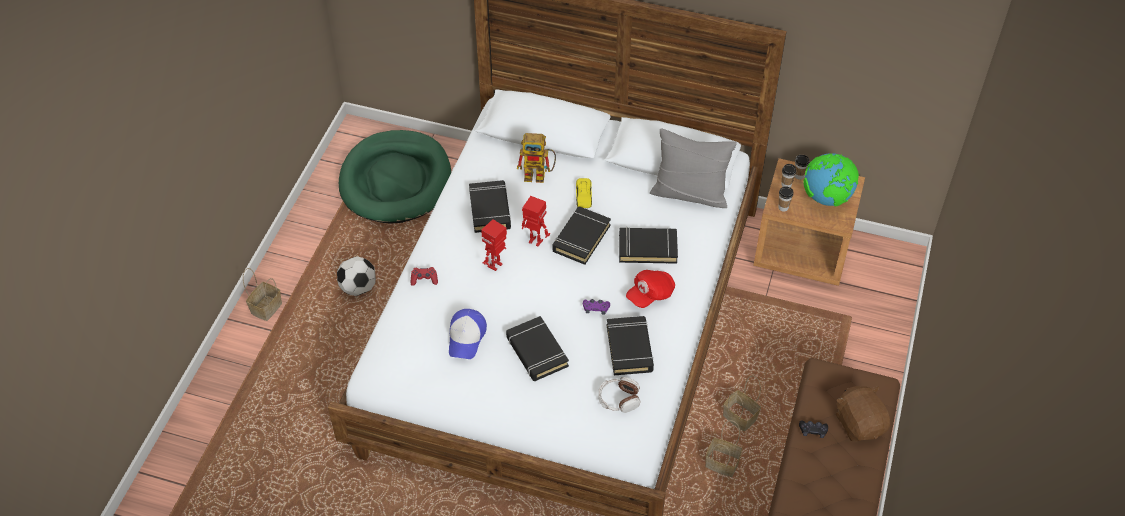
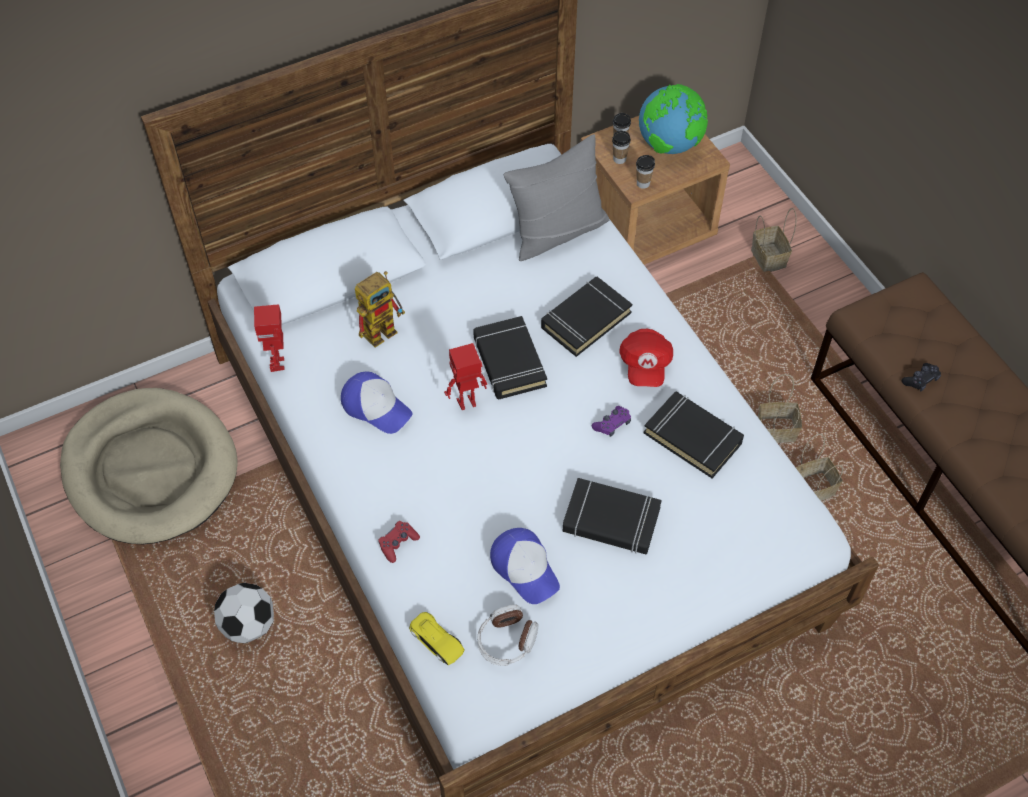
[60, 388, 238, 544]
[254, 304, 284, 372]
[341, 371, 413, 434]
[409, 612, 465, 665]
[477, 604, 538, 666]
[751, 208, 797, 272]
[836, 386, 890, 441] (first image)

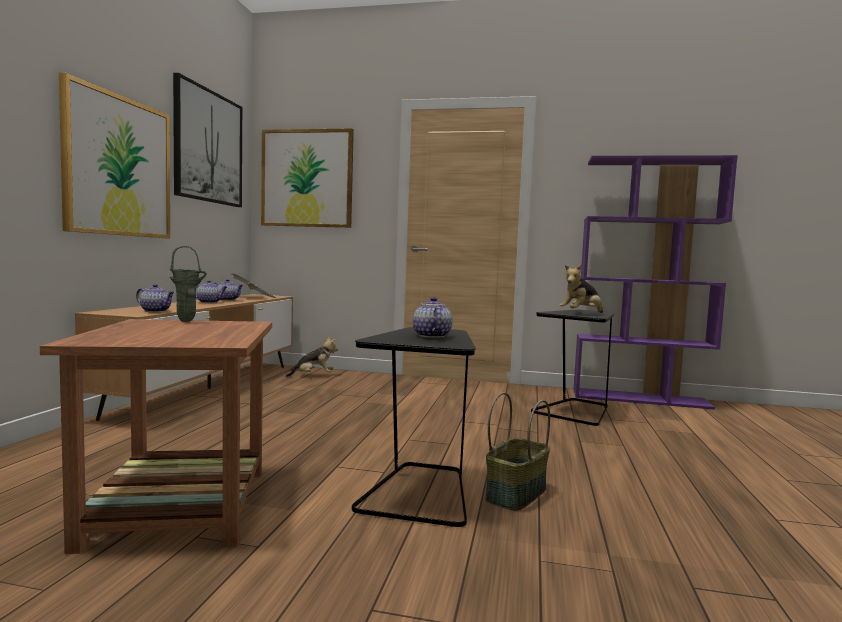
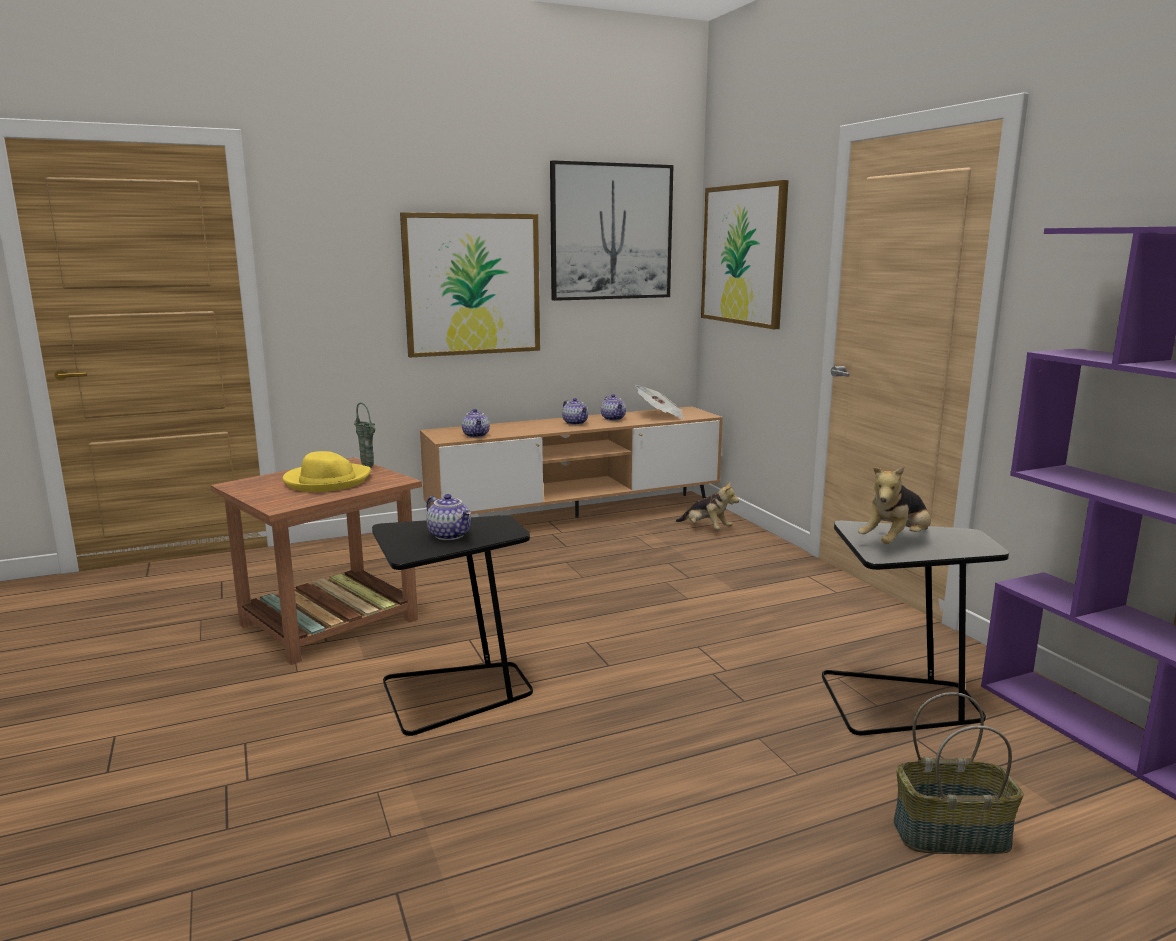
[282, 451, 371, 492]
[426, 494, 471, 540]
[858, 466, 931, 544]
[894, 692, 1023, 854]

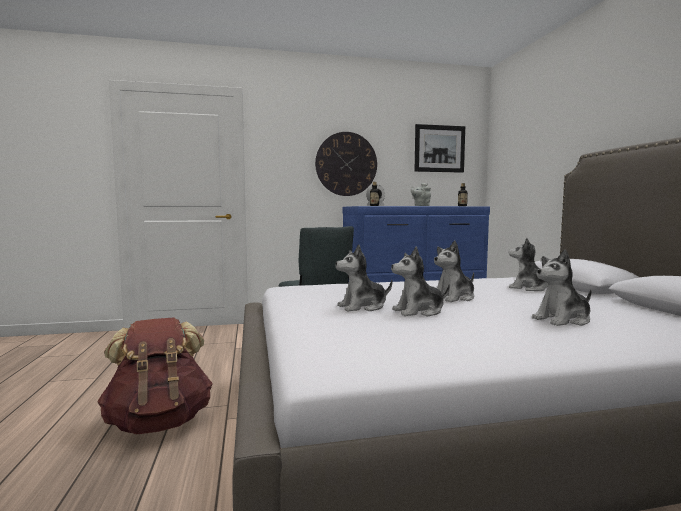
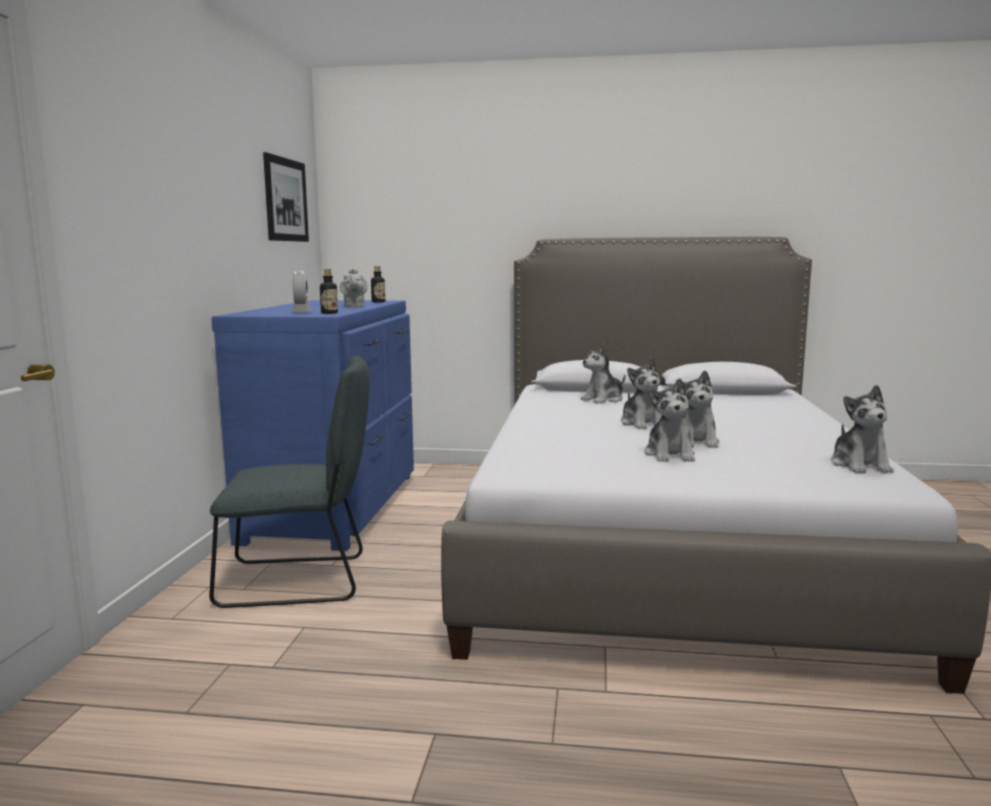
[831, 385, 894, 473]
[97, 318, 213, 435] (first image)
[315, 132, 377, 196] (first image)

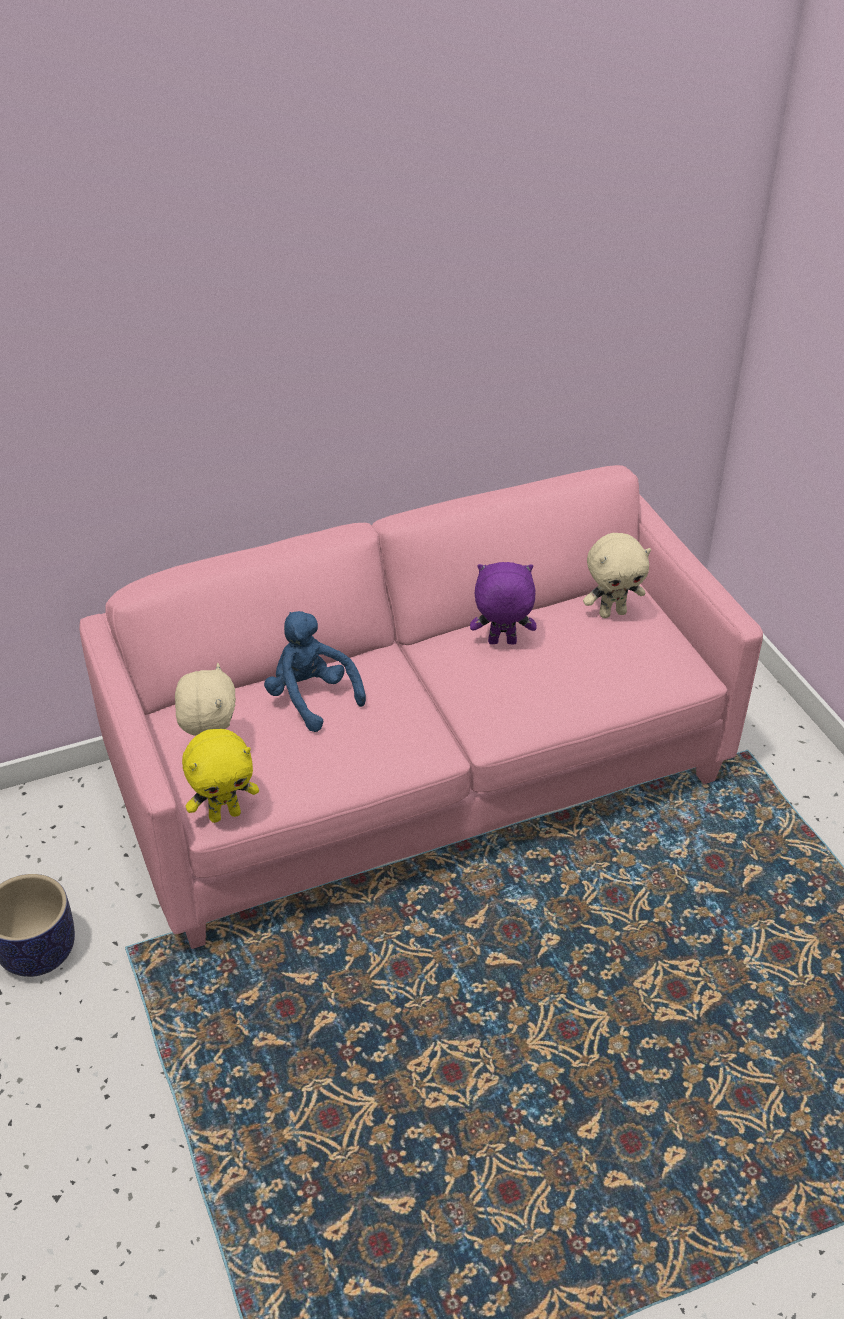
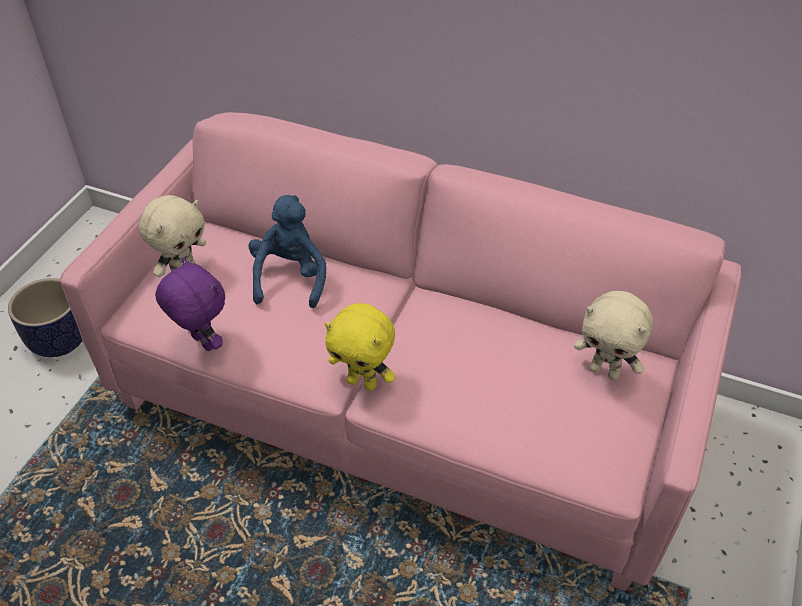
[155, 257, 225, 351]
[325, 303, 396, 391]

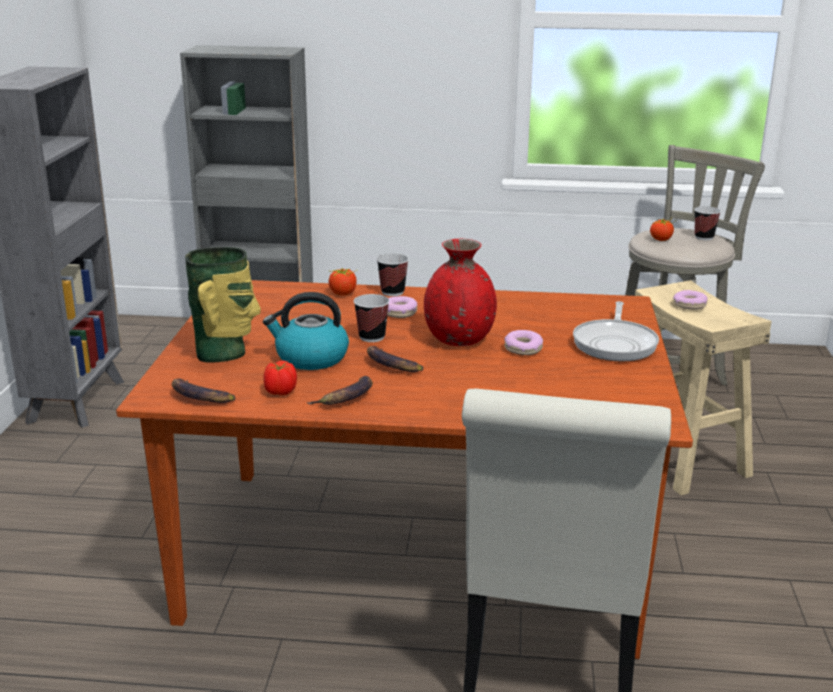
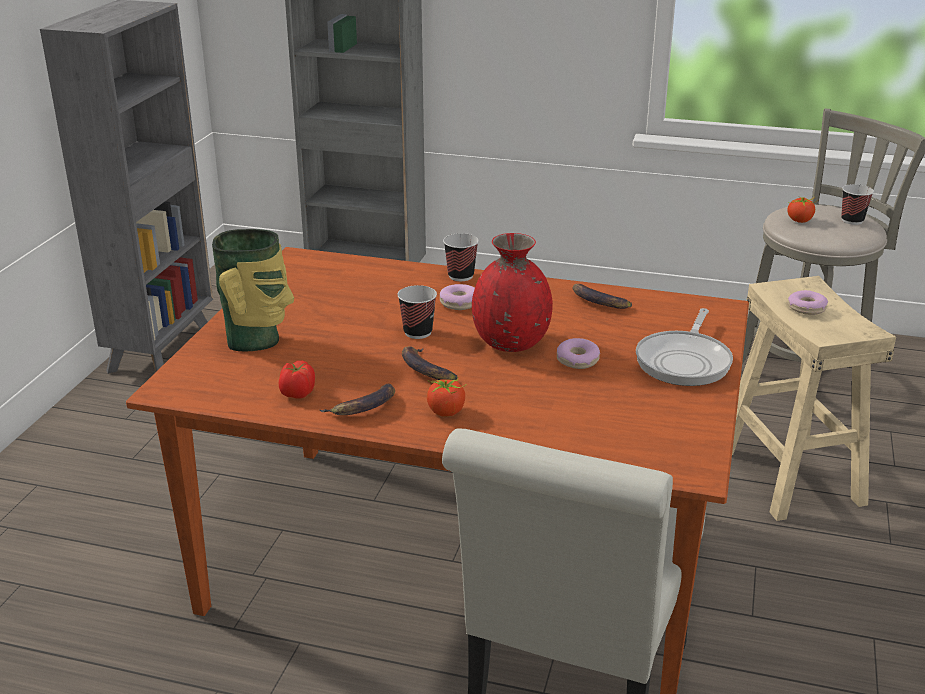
[427, 377, 467, 417]
[572, 284, 632, 309]
[263, 292, 349, 370] (first image)

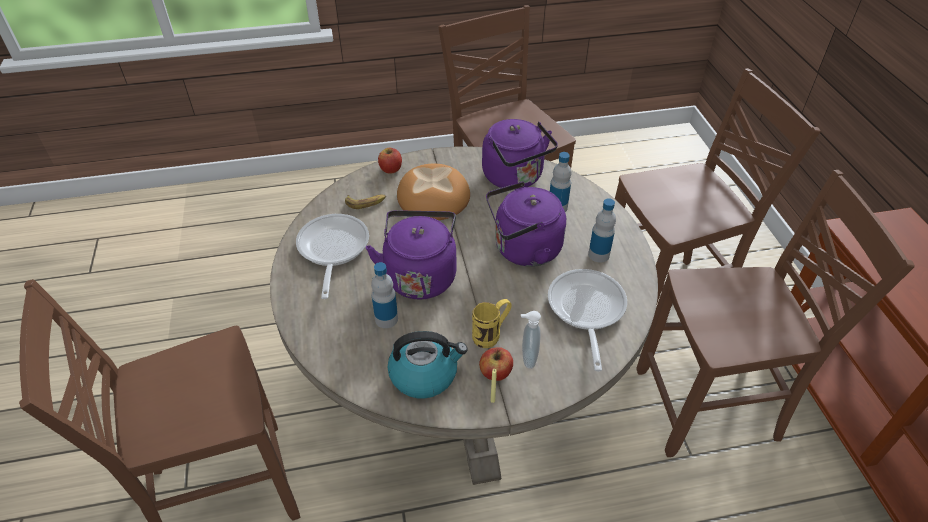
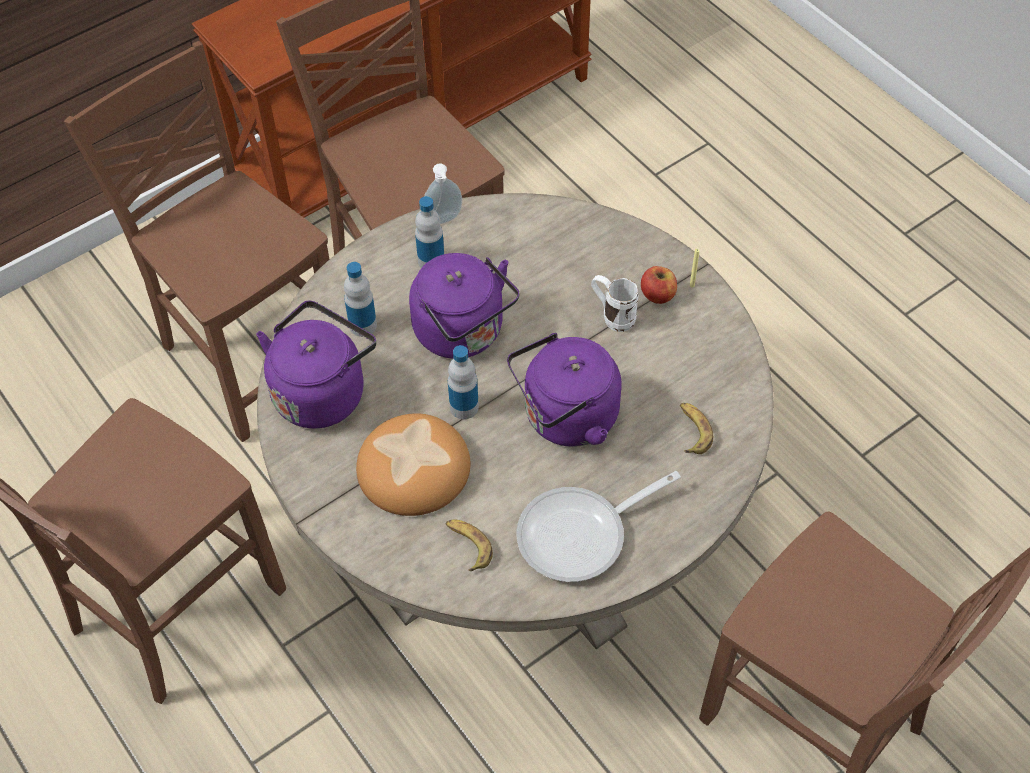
[424, 163, 462, 224]
[448, 345, 479, 419]
[591, 275, 639, 332]
[680, 403, 713, 454]
[378, 148, 402, 173] (first image)
[388, 331, 468, 399] (first image)
[548, 269, 627, 371] (first image)

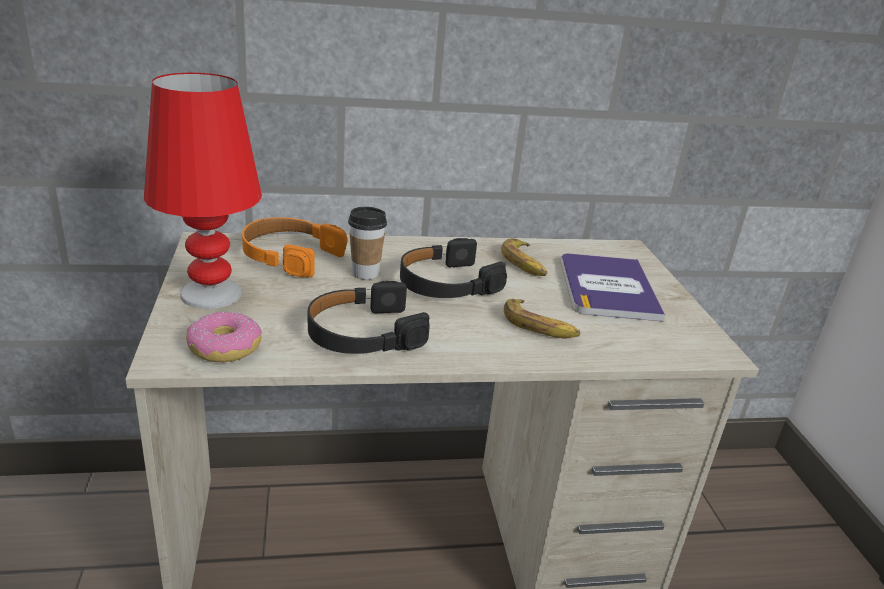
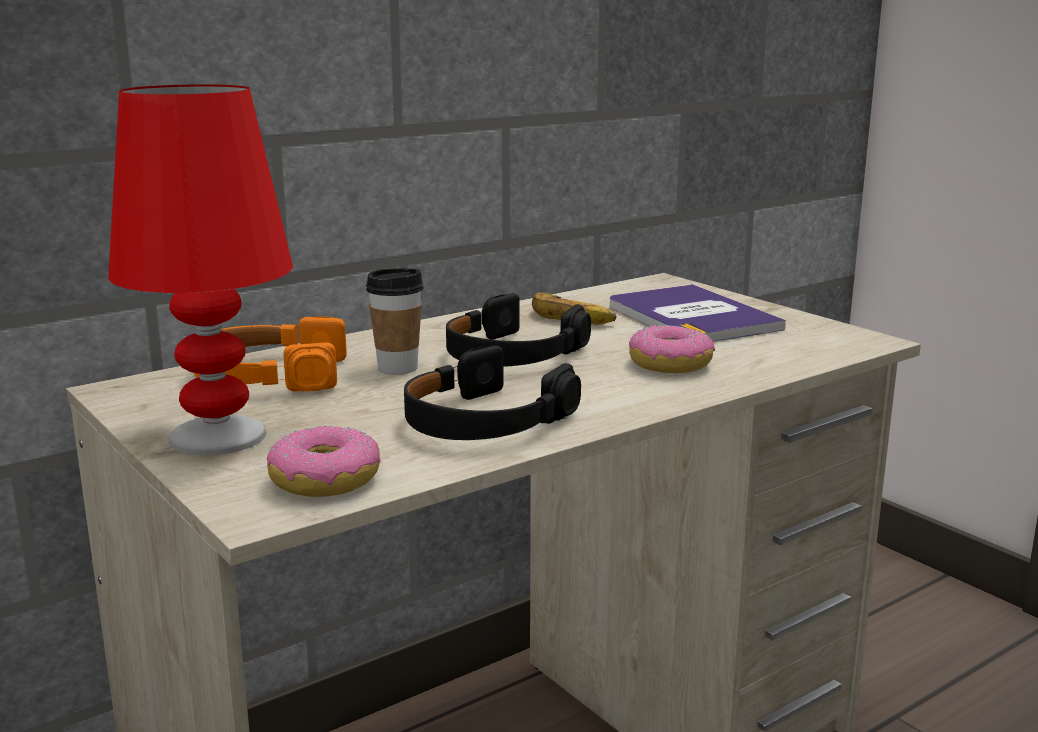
[629, 325, 715, 373]

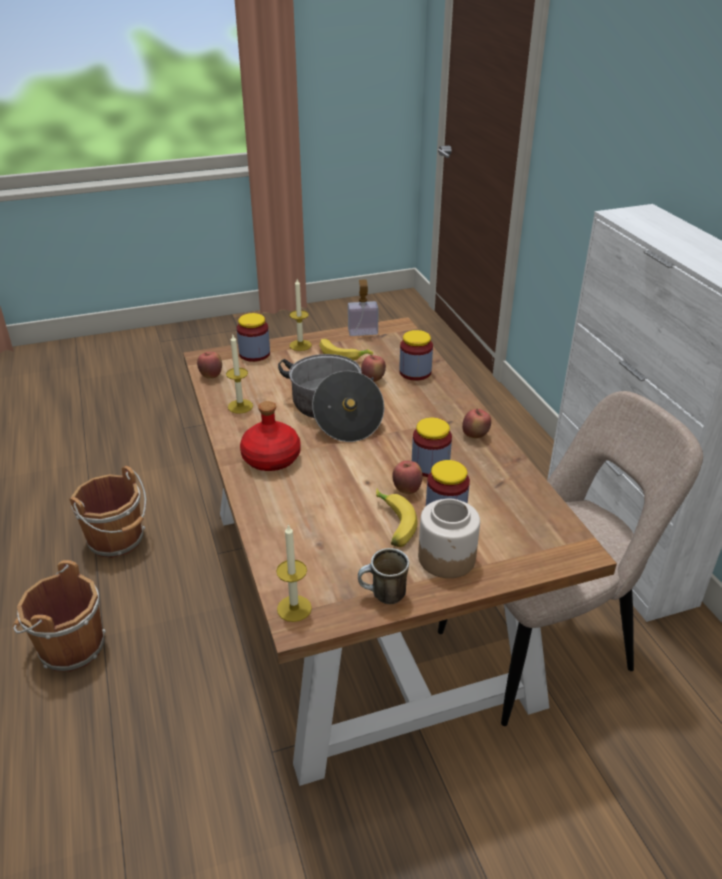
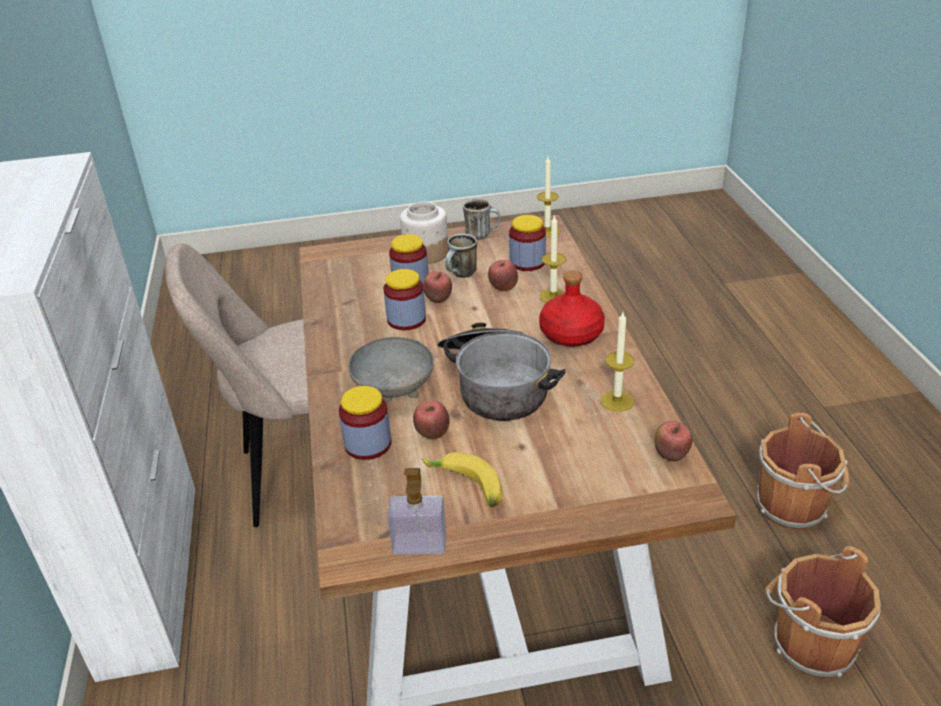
[348, 337, 434, 402]
[445, 234, 477, 278]
[488, 260, 518, 291]
[509, 215, 546, 271]
[539, 214, 566, 303]

